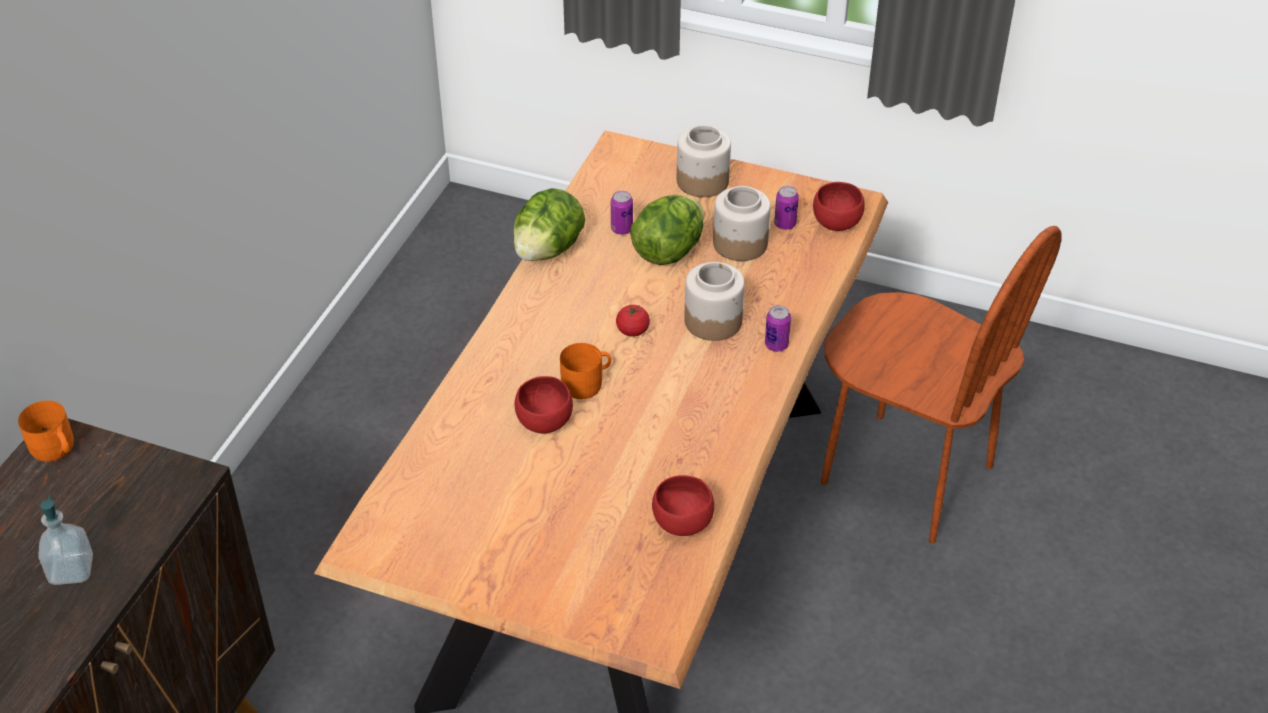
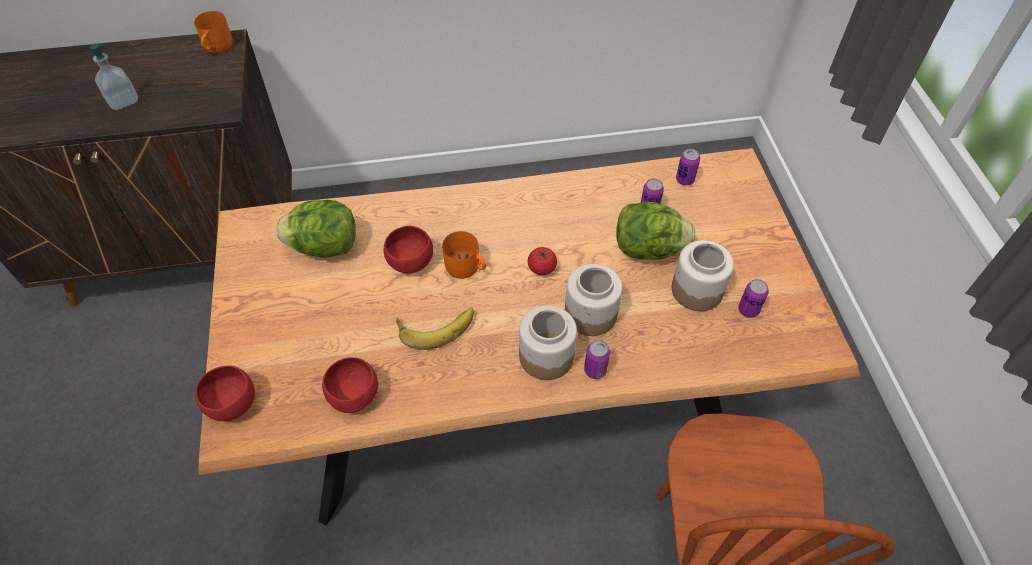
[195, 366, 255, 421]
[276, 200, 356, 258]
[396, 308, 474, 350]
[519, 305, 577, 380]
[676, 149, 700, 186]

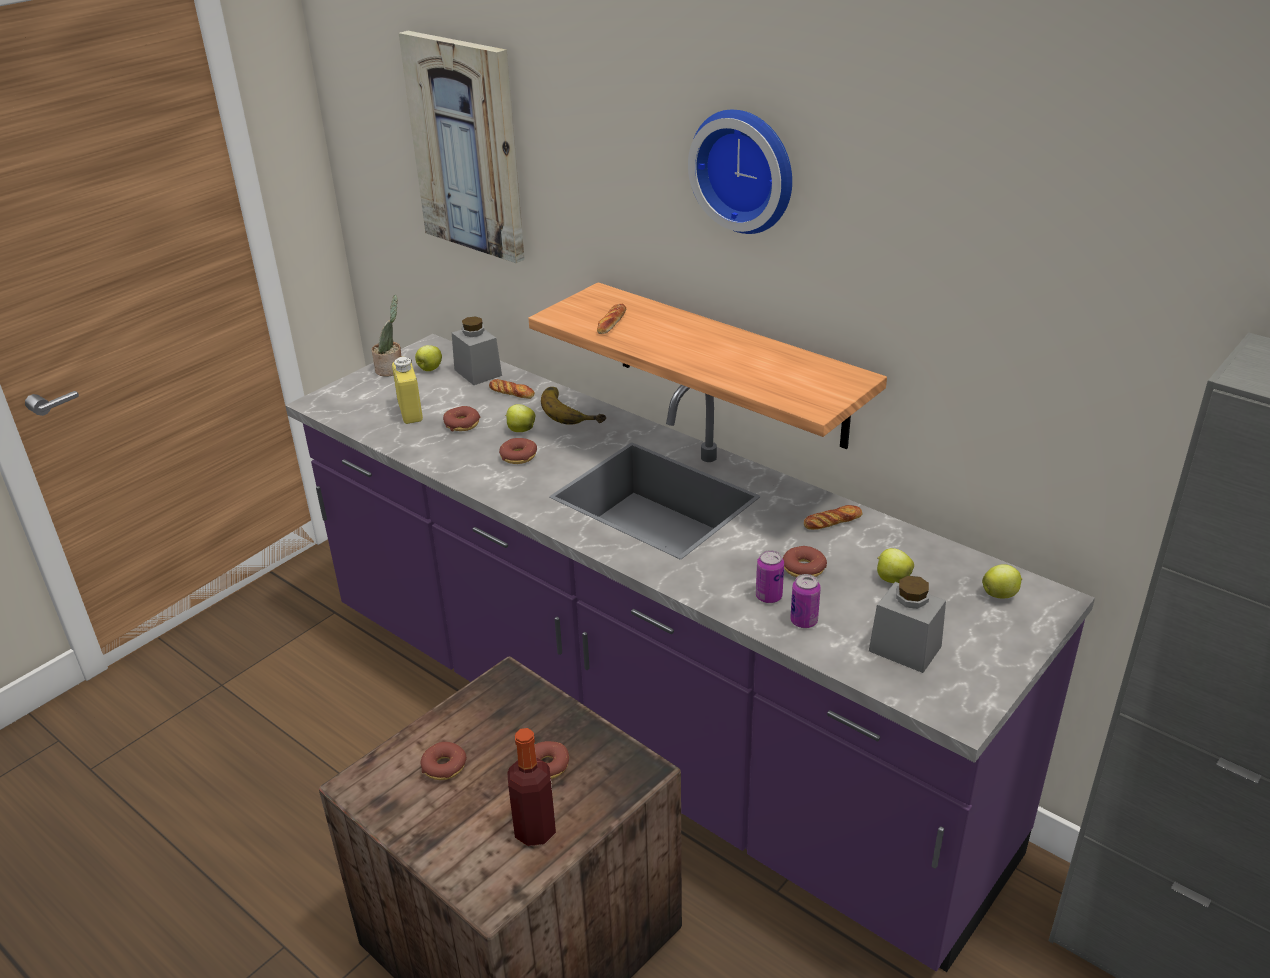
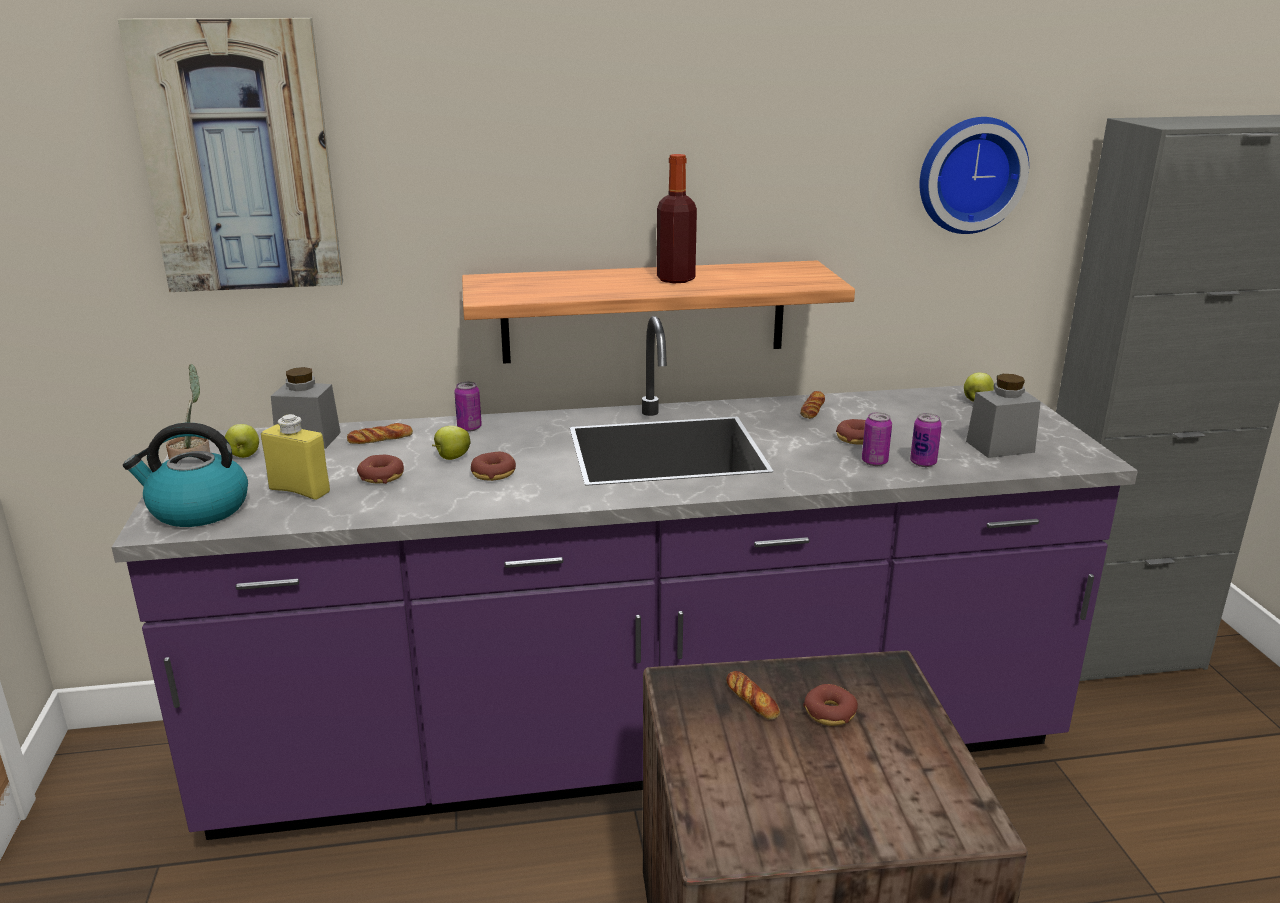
[123, 423, 248, 527]
[454, 382, 482, 432]
[657, 154, 697, 284]
[726, 671, 780, 720]
[919, 117, 1029, 234]
[421, 742, 467, 780] (first image)
[877, 548, 914, 583] (first image)

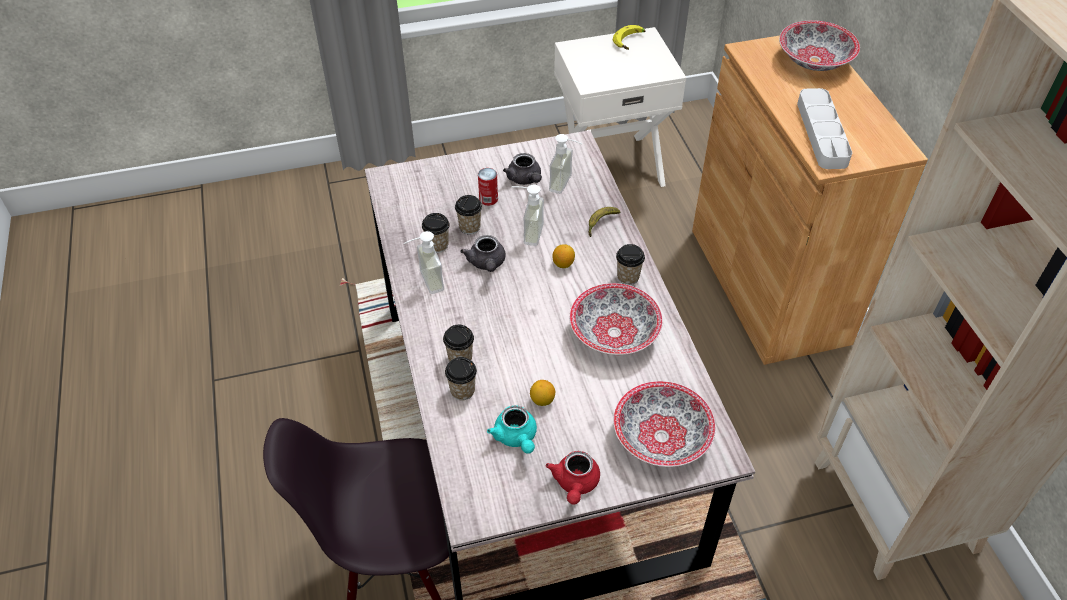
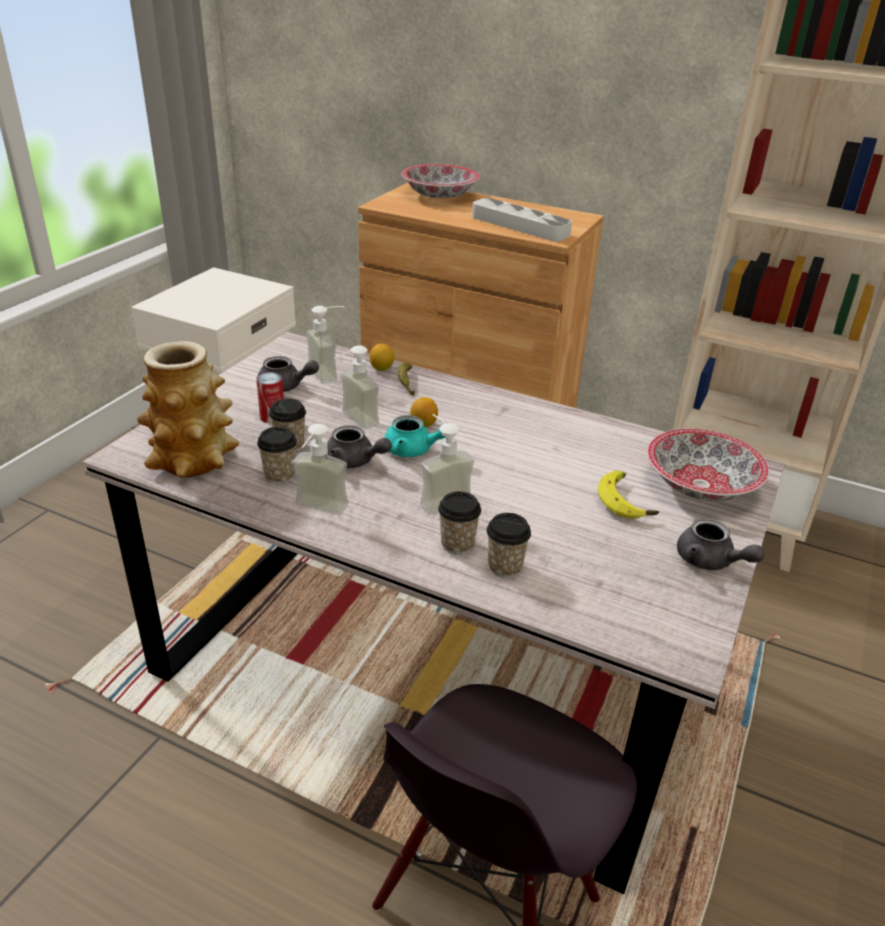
[137, 341, 239, 478]
[369, 344, 394, 371]
[384, 415, 446, 457]
[420, 414, 474, 514]
[598, 471, 659, 519]
[677, 518, 765, 570]
[569, 283, 663, 355] (first image)
[616, 244, 645, 285] (first image)

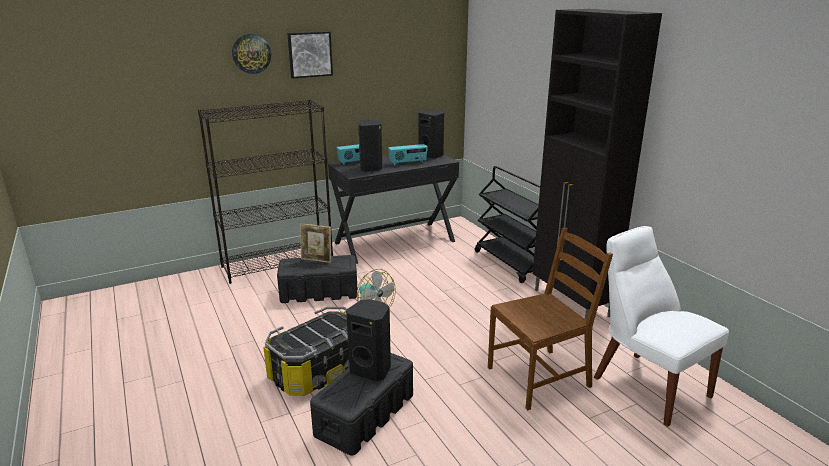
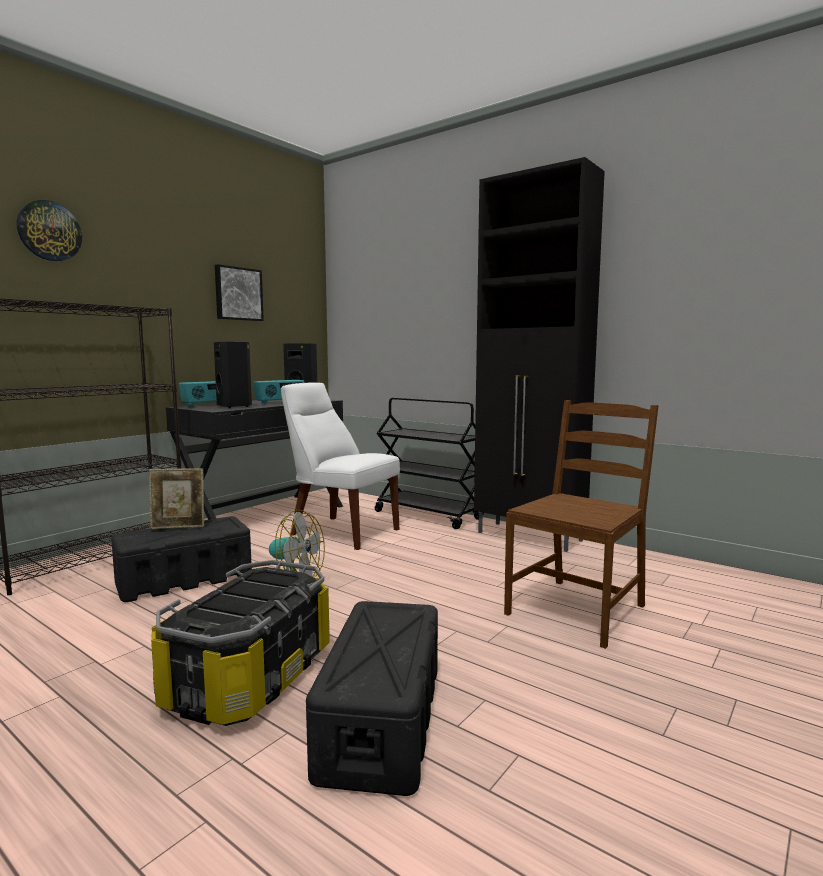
[215, 264, 264, 321]
[281, 382, 400, 550]
[346, 299, 391, 381] (first image)

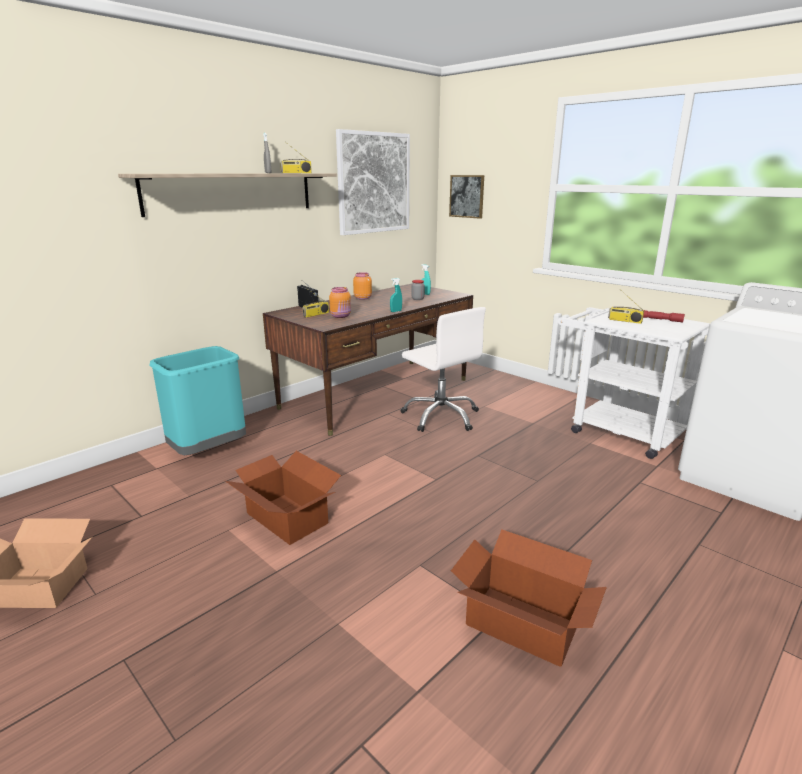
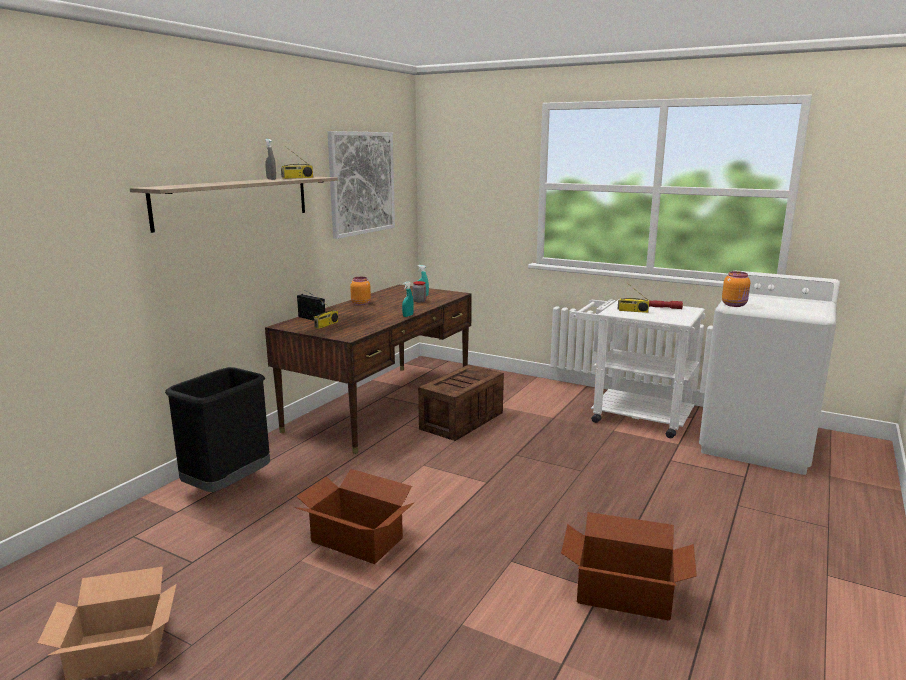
[165, 367, 270, 492]
[418, 365, 504, 441]
[722, 271, 750, 307]
[449, 175, 484, 219] (first image)

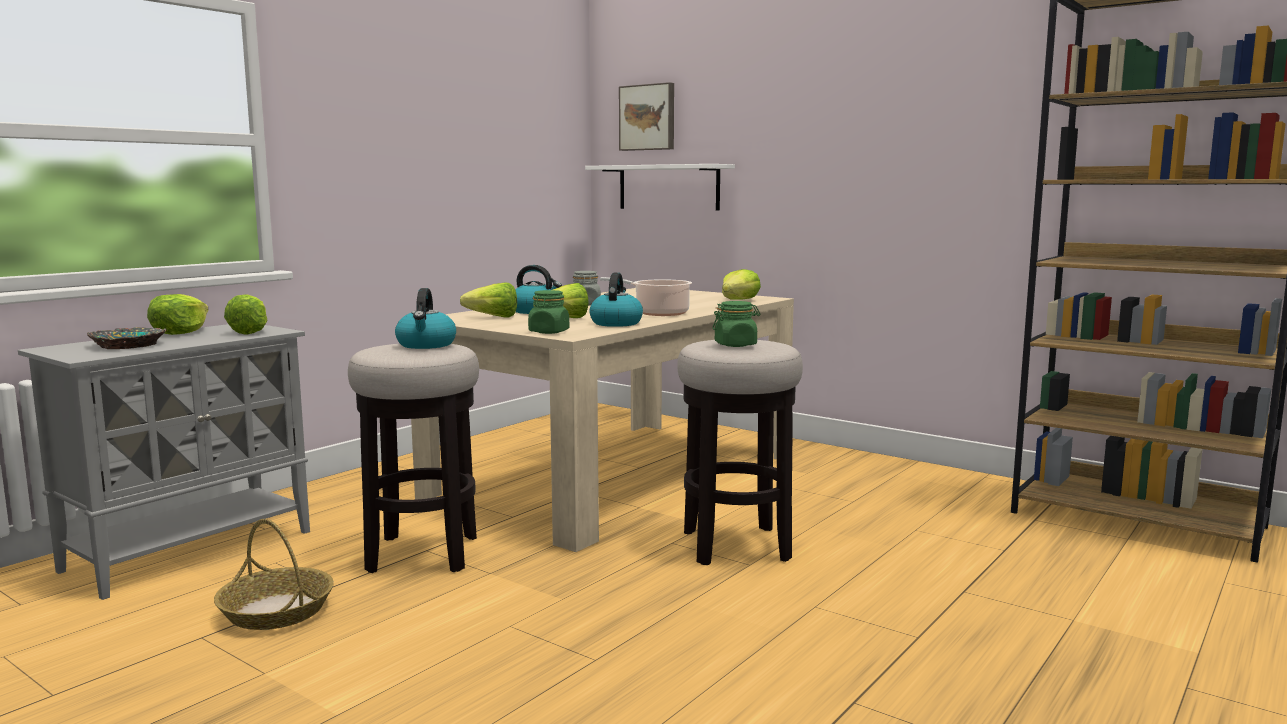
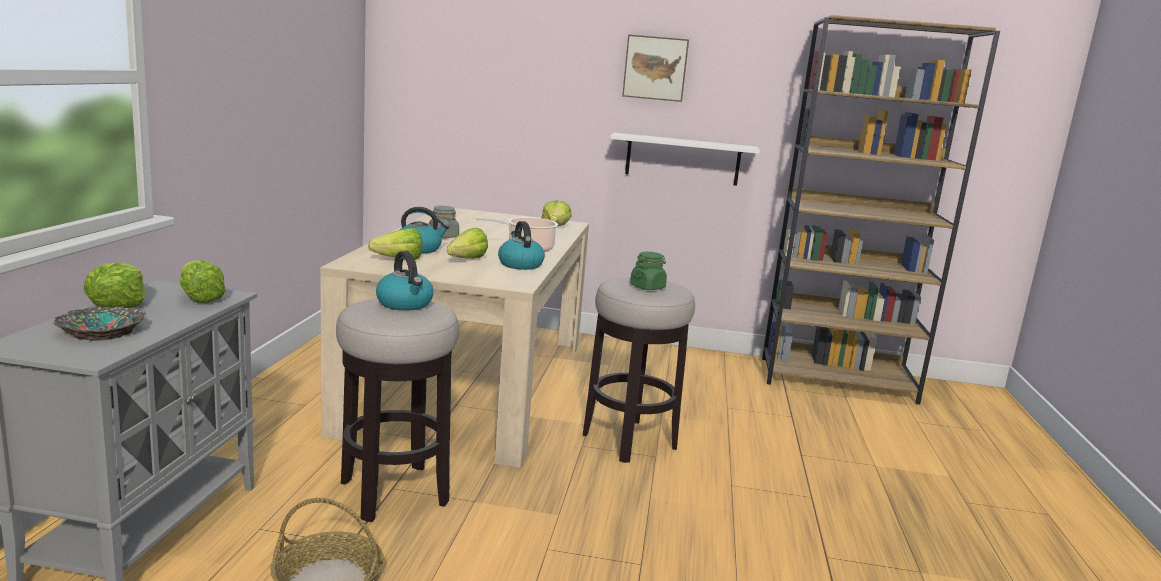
[610, 133, 760, 186]
[622, 34, 689, 102]
[528, 290, 569, 334] (first image)

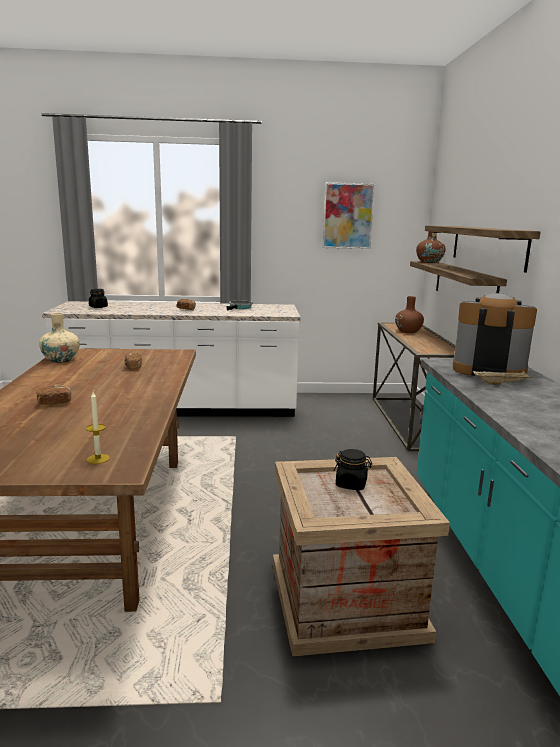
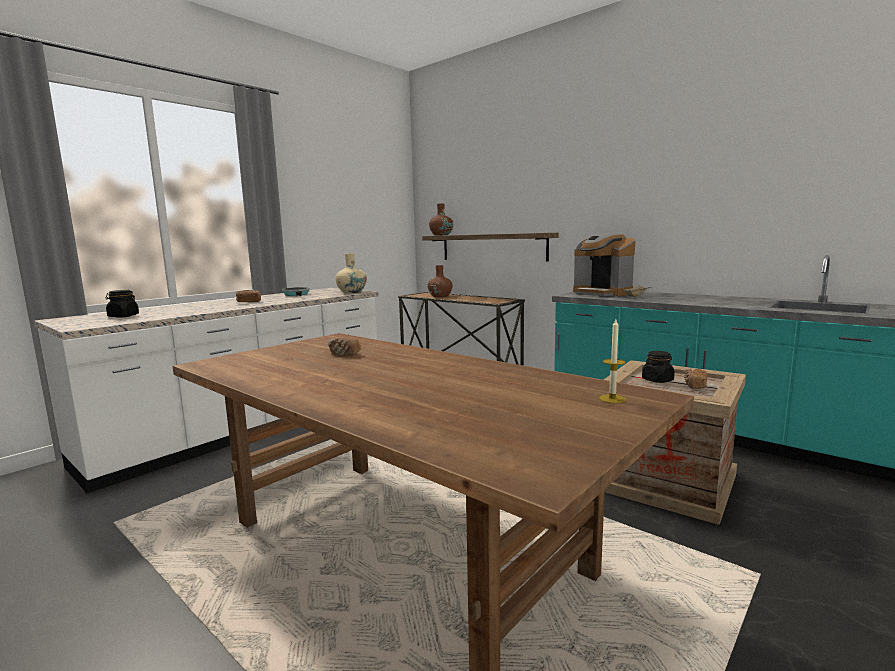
[335, 253, 367, 293]
[573, 233, 635, 296]
[684, 368, 707, 389]
[322, 182, 375, 249] (first image)
[425, 225, 541, 273] (first image)

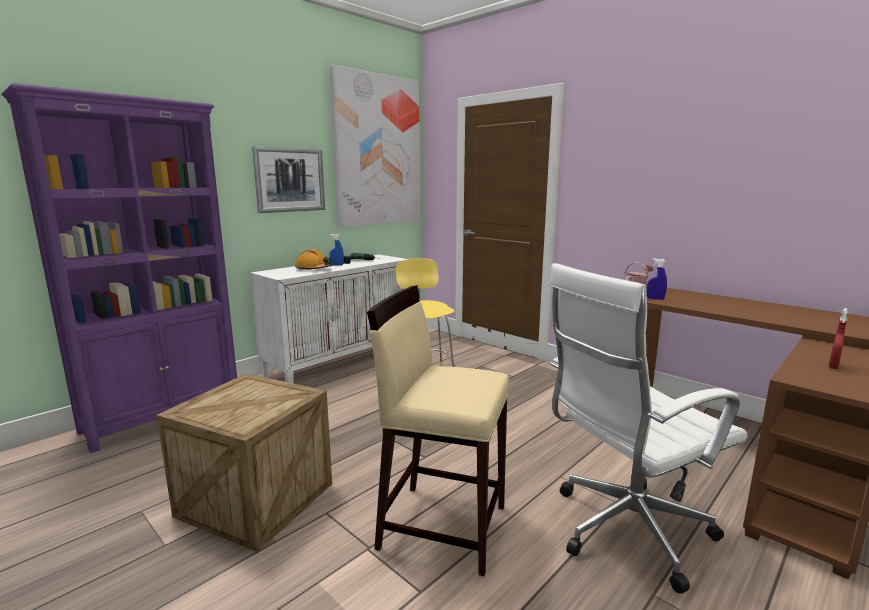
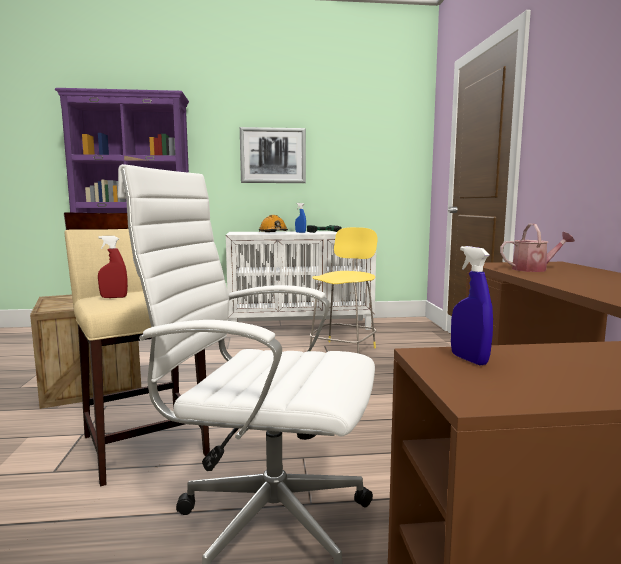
[98, 236, 128, 298]
[451, 246, 493, 365]
[330, 65, 420, 227] (first image)

